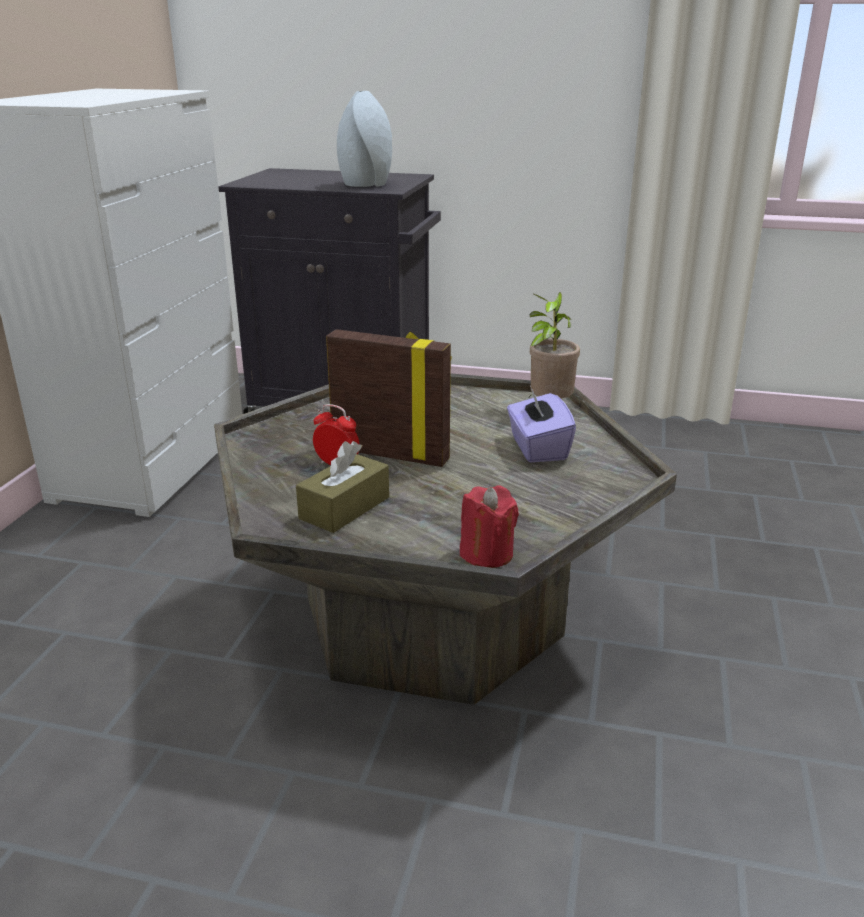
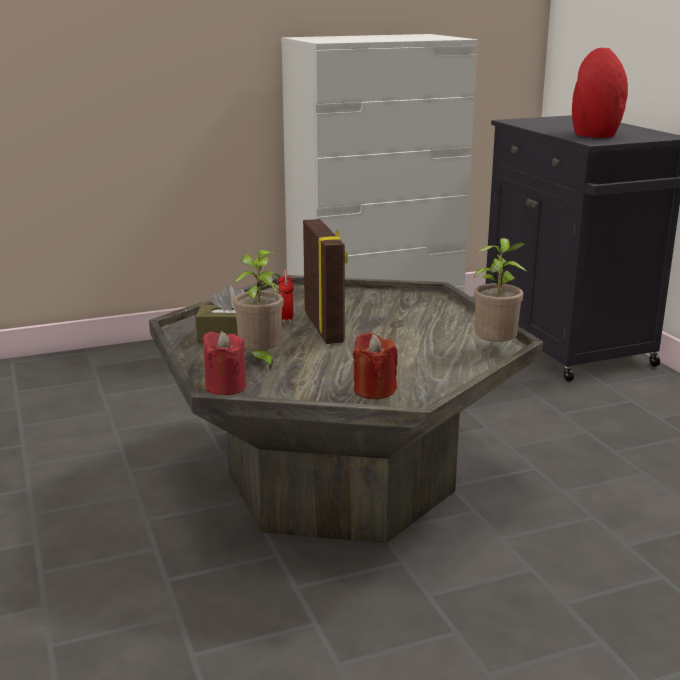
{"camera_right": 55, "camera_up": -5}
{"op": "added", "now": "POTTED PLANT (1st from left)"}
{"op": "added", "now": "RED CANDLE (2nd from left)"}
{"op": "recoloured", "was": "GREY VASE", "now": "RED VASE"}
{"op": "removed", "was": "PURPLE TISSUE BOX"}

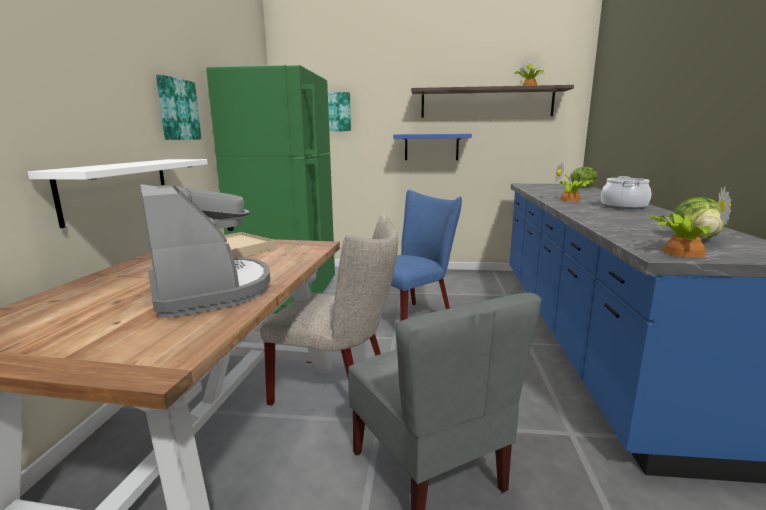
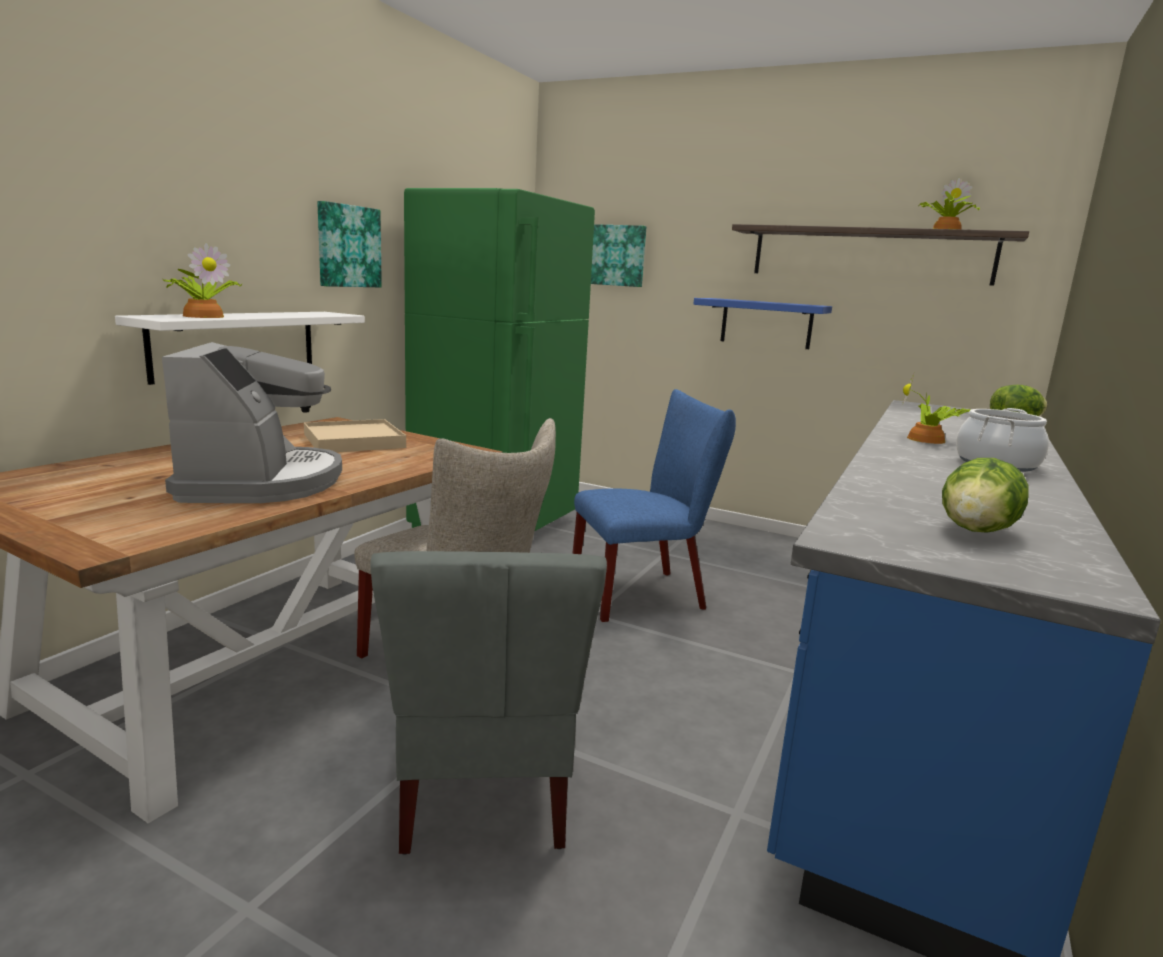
{"camera_right": 20, "camera_up": 0}
{"op": "moved", "was": "POTTED PLANT (3rd from left in the first image)", "now": "POTTED PLANT (1st from left)"}

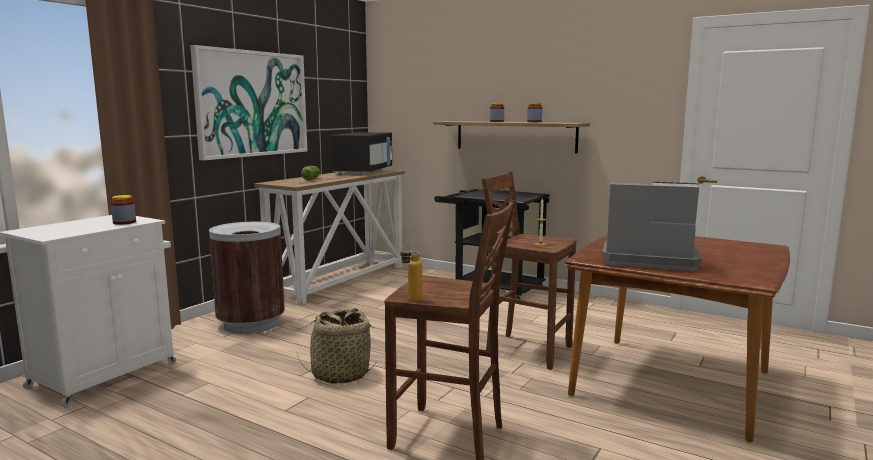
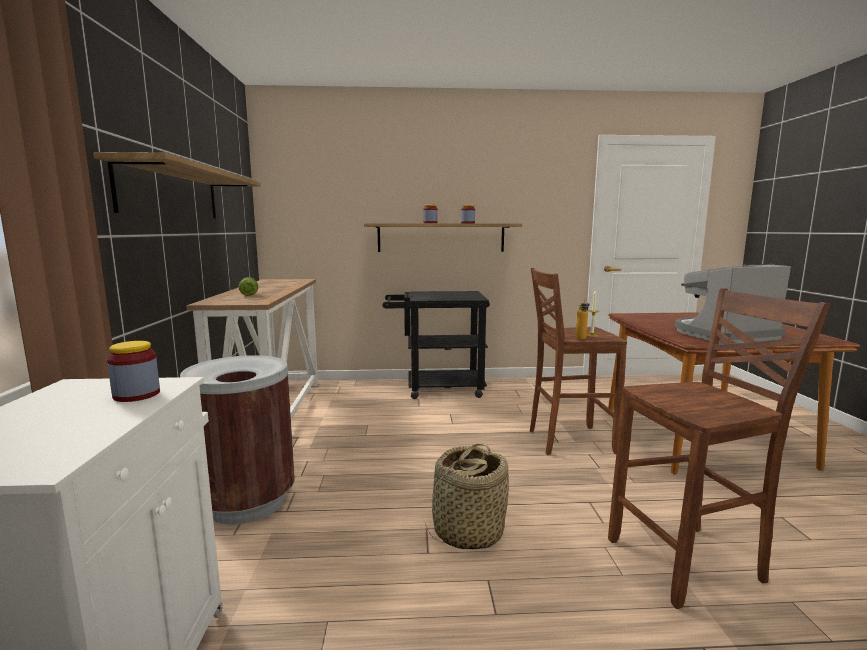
{"camera_right": -35, "camera_up": 0}
{"op": "replaced", "was": "PICTURE", "now": "SHELF (1st from left)"}
{"op": "moved", "was": "BOTTLE"}
{"op": "removed", "was": "BLACK MICROWAVE"}

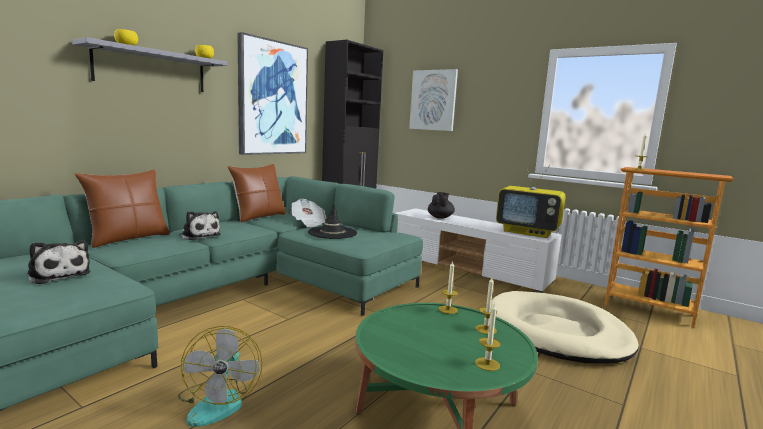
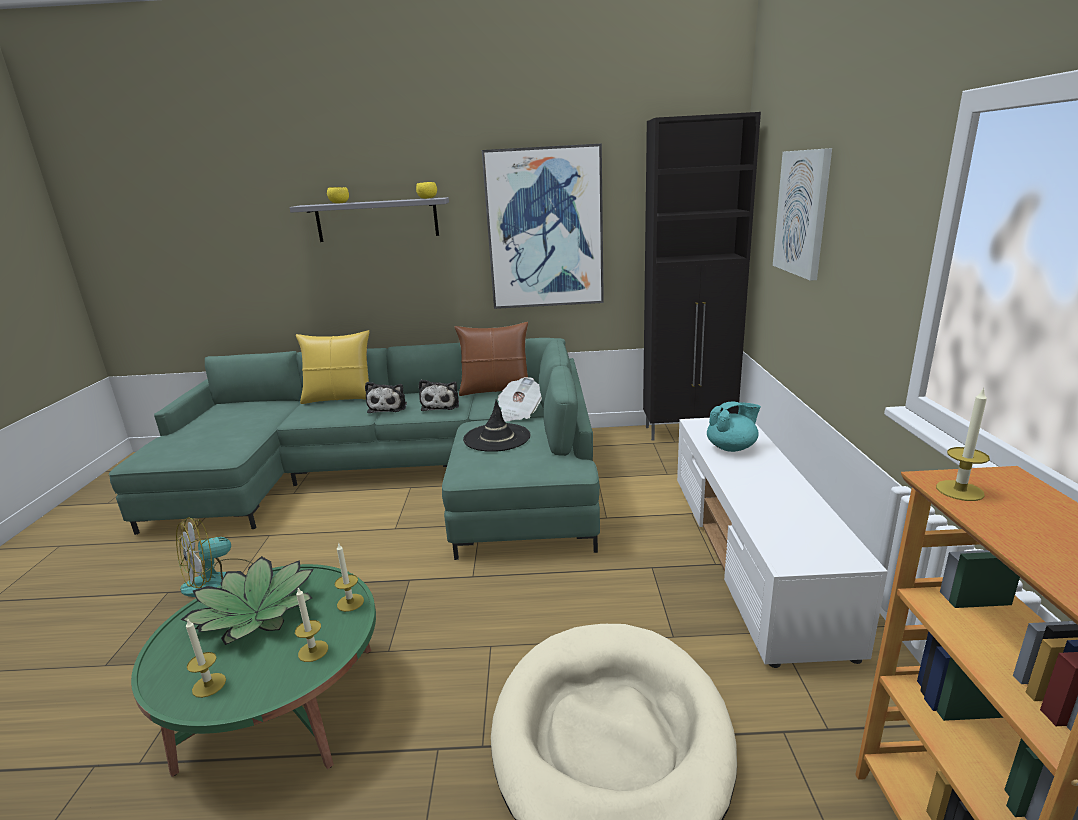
{"camera_right": 55, "camera_up": 10}
{"op": "added", "now": "POTTED PLANT"}
{"op": "recoloured", "was": "BROWN PILLOW (1st from left)", "now": "YELLOW PILLOW"}
{"op": "moved", "was": "PLUSH TOY (1st from left in the first image)", "now": "PLUSH TOY (2nd from left)"}
{"op": "recoloured", "was": "BLACK TEAPOT", "now": "TURQUOISE TEAPOT"}
{"op": "removed", "was": "TELEVISION"}

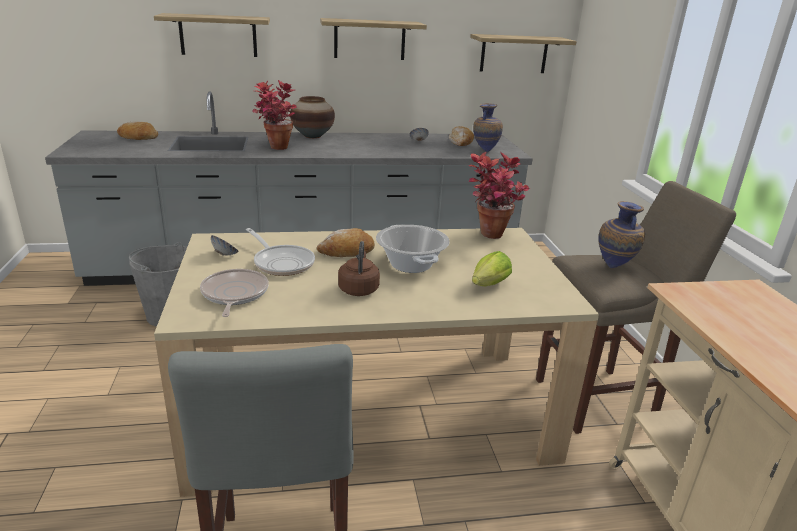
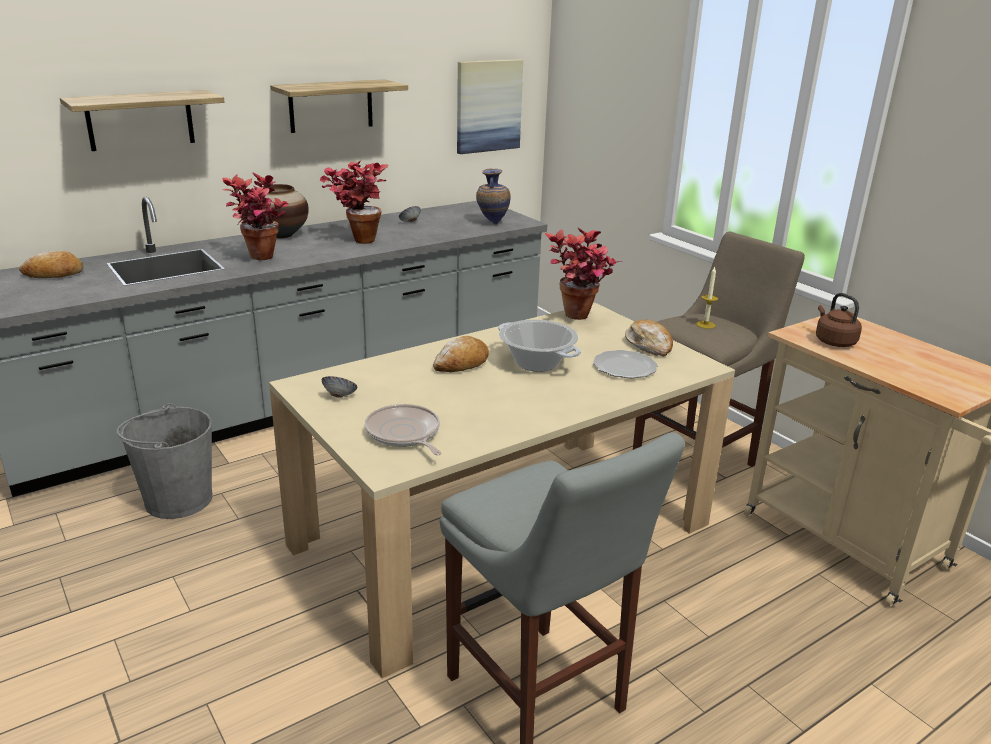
{"camera_right": -25, "camera_up": 0}
{"op": "added", "now": "POTTED PLANT (2nd from left)"}
{"op": "replaced", "was": "SHELF (3rd from left)", "now": "PICTURE"}
{"op": "replaced", "was": "LETTUCE", "now": "PLATE"}
{"op": "moved", "was": "BREAD (3rd from left)"}
{"op": "replaced", "was": "VASE (3rd from left)", "now": "CANDLE"}
{"op": "moved", "was": "BROWN KETTLE"}
{"op": "removed", "was": "FRYING PAN (2nd from left)"}

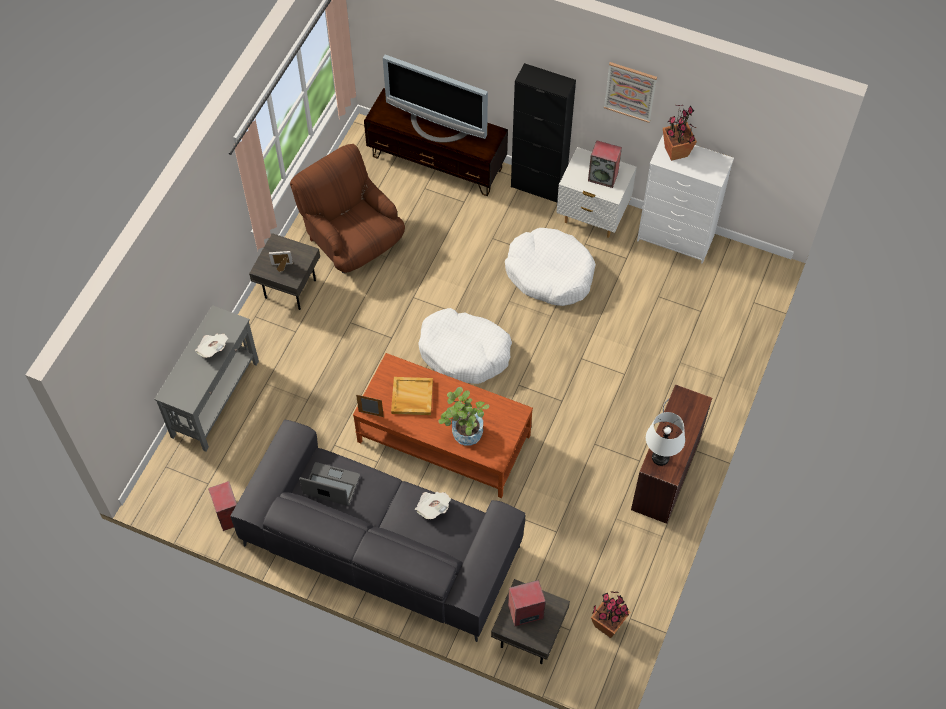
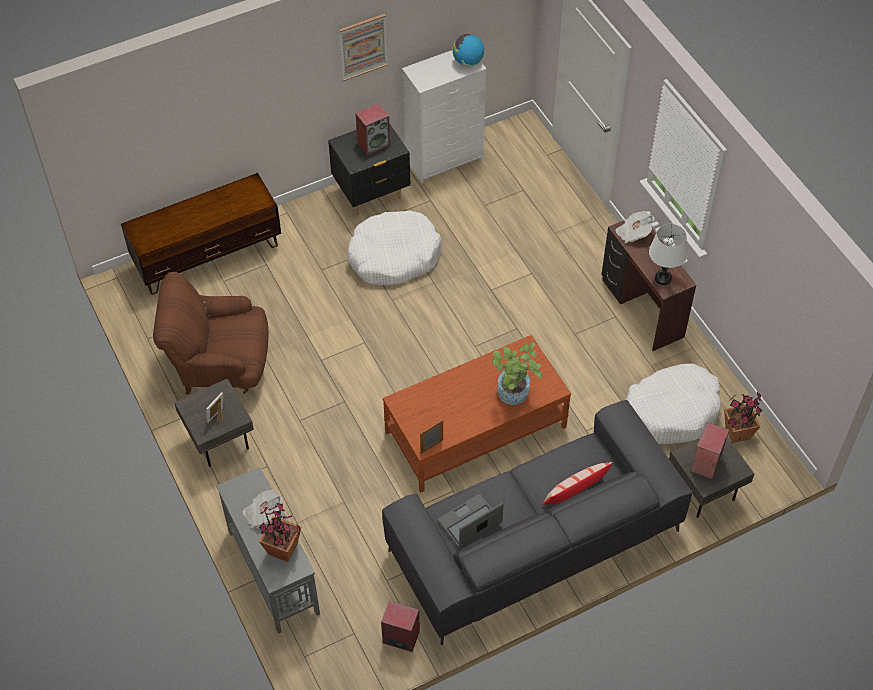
{"camera_right": -50, "camera_up": -5}
{"op": "moved", "was": "POTTED PLANT (3rd from left in the first image)", "now": "POTTED PLANT (1st from left)"}
{"op": "recoloured", "was": "WHITE NIGHTSTAND", "now": "BLACK NIGHTSTAND"}
{"op": "added", "now": "GLOBE"}
{"op": "added", "now": "PILLOW"}
{"op": "moved", "was": "NEWSPAPER (2nd from left)"}
{"op": "moved", "was": "WHITE DOG BED (1st from left in the first image)", "now": "WHITE DOG BED (2nd from left)"}
{"op": "removed", "was": "TELEVISION"}
{"op": "removed", "was": "BEIGE TRAY"}
{"op": "removed", "was": "BLACK CABINET"}

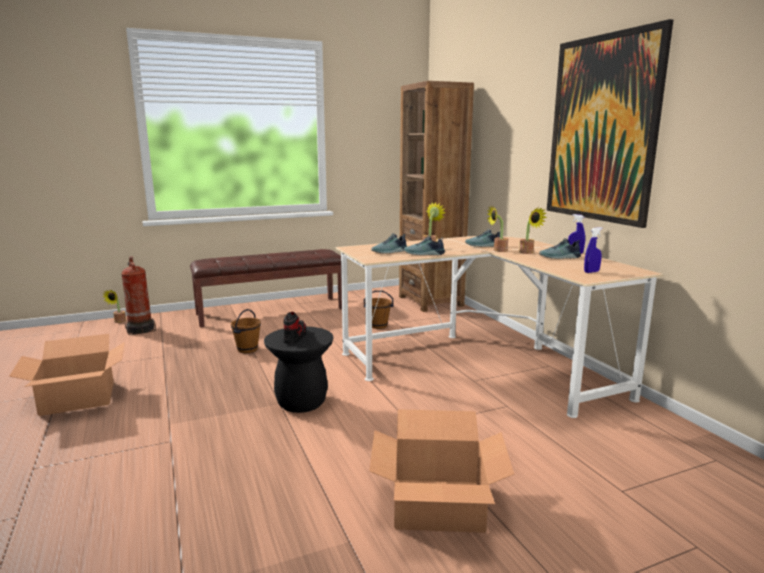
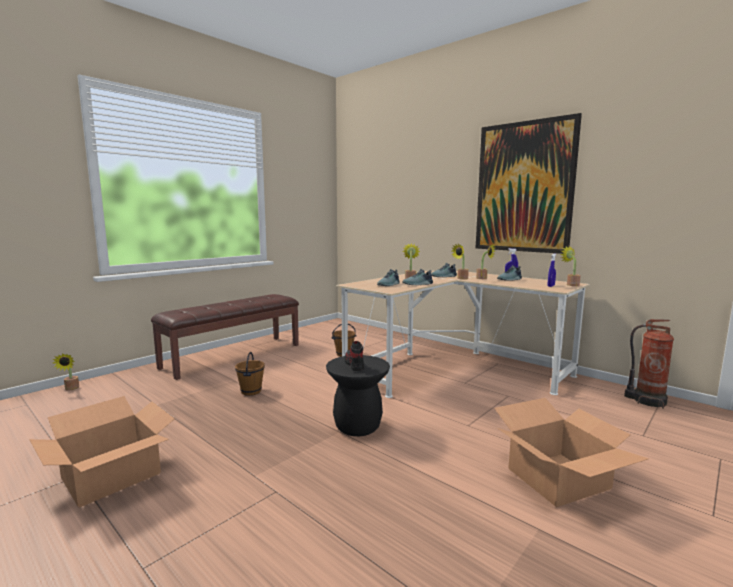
{"camera_right": -25, "camera_up": -5}
{"op": "added", "now": "POTTED PLANT (5th from left)"}
{"op": "moved", "was": "FIRE EXTINGUISHER"}
{"op": "removed", "was": "BROWN BOOKCASE"}

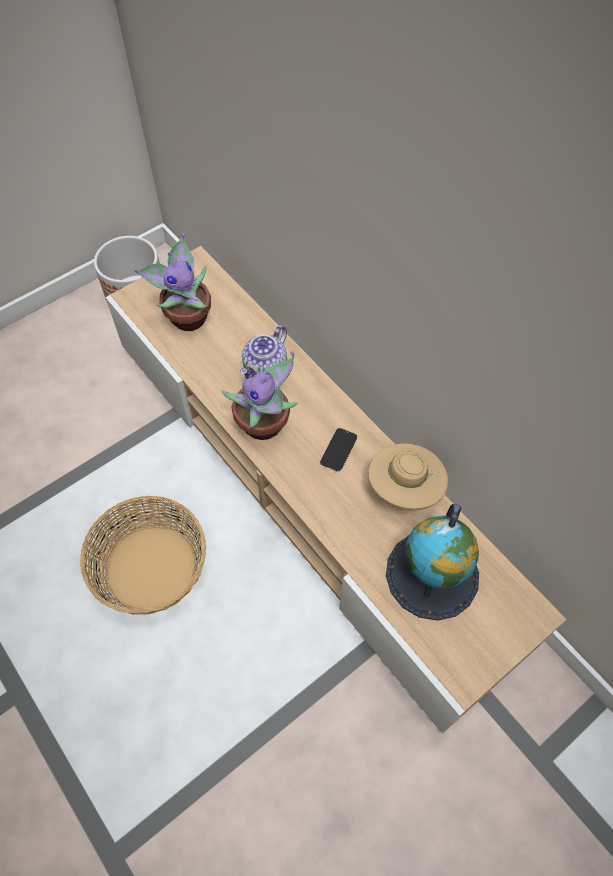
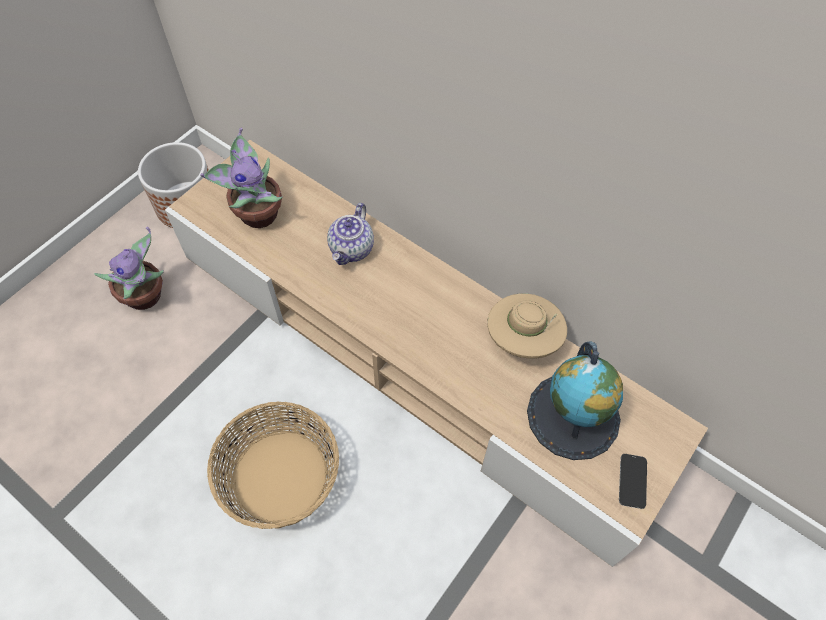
{"camera_right": -15, "camera_up": 0}
{"op": "moved", "was": "POTTED PLANT (2nd from left in the first image)", "now": "POTTED PLANT (1st from left)"}
{"op": "moved", "was": "PHONE"}

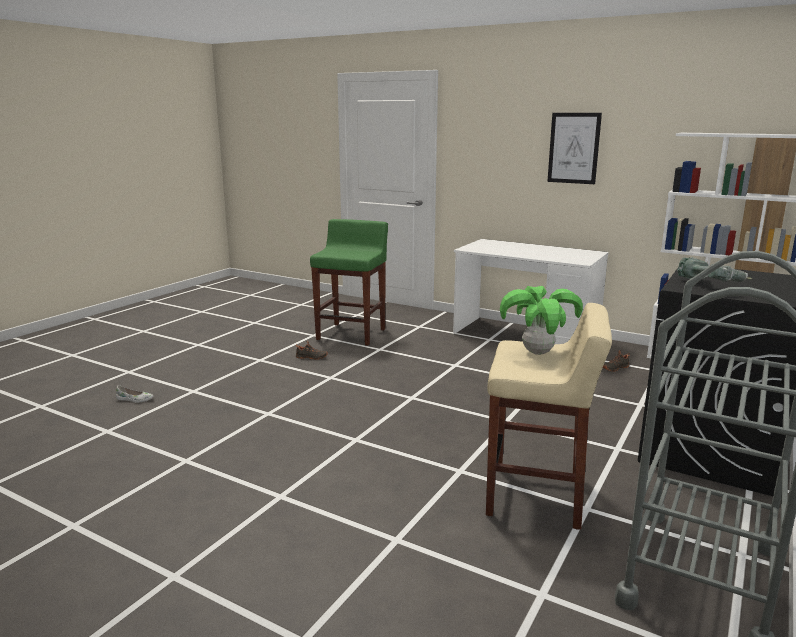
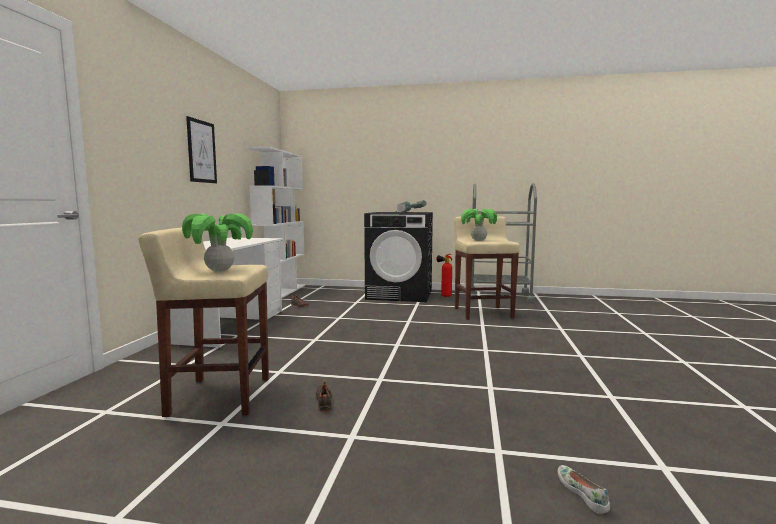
{"camera_right": -110, "camera_up": -10}
{"op": "recoloured", "was": "GREEN STOOL", "now": "BEIGE STOOL (1st from left)"}
{"op": "added", "now": "POTTED PLANT (1st from left)"}
{"op": "added", "now": "FIRE EXTINGUISHER"}

